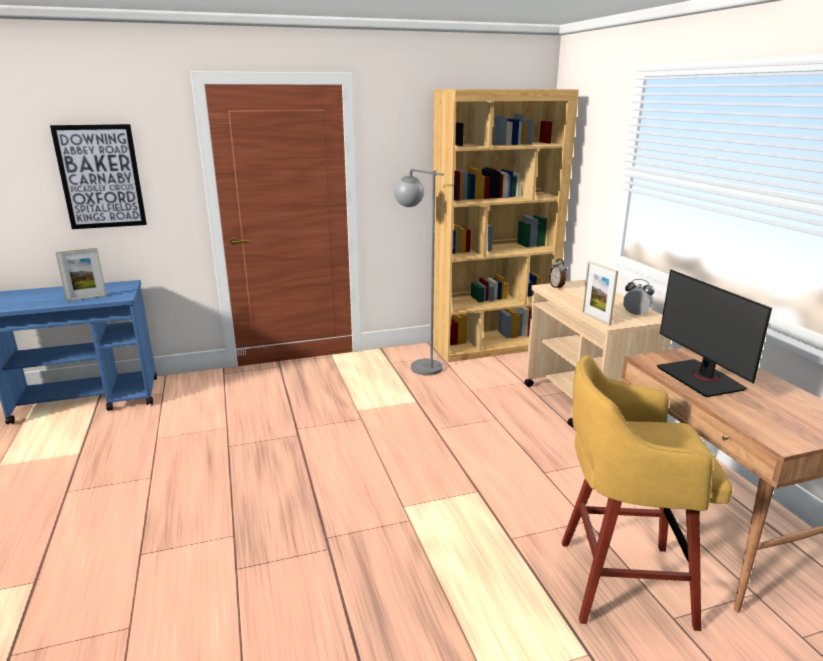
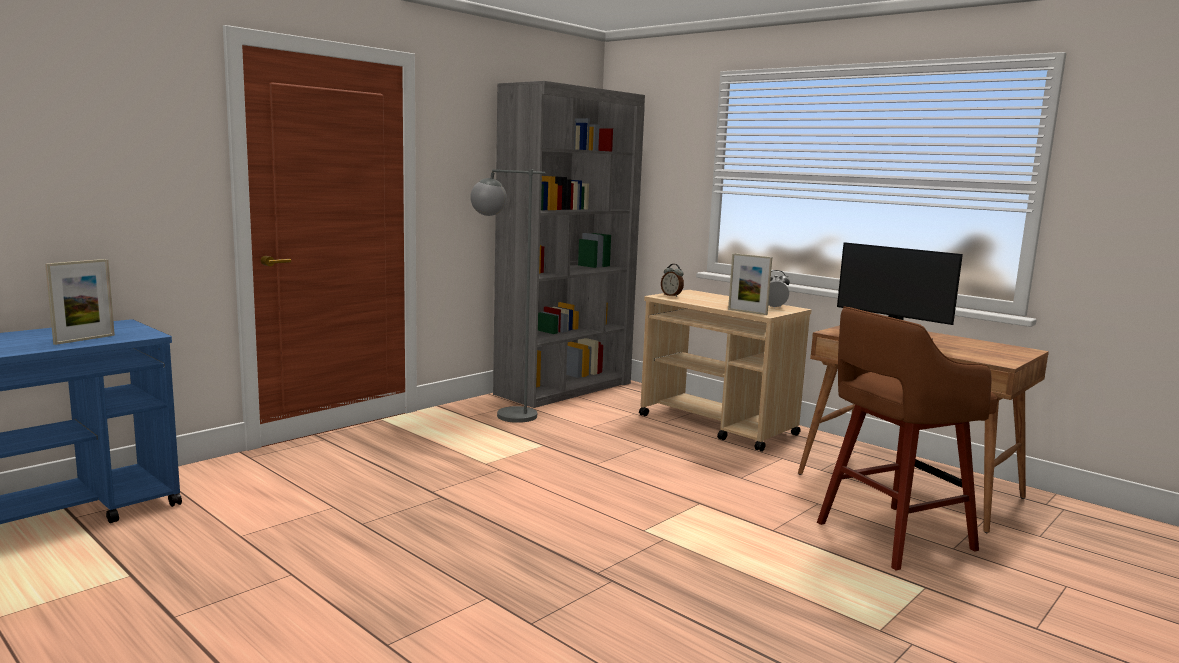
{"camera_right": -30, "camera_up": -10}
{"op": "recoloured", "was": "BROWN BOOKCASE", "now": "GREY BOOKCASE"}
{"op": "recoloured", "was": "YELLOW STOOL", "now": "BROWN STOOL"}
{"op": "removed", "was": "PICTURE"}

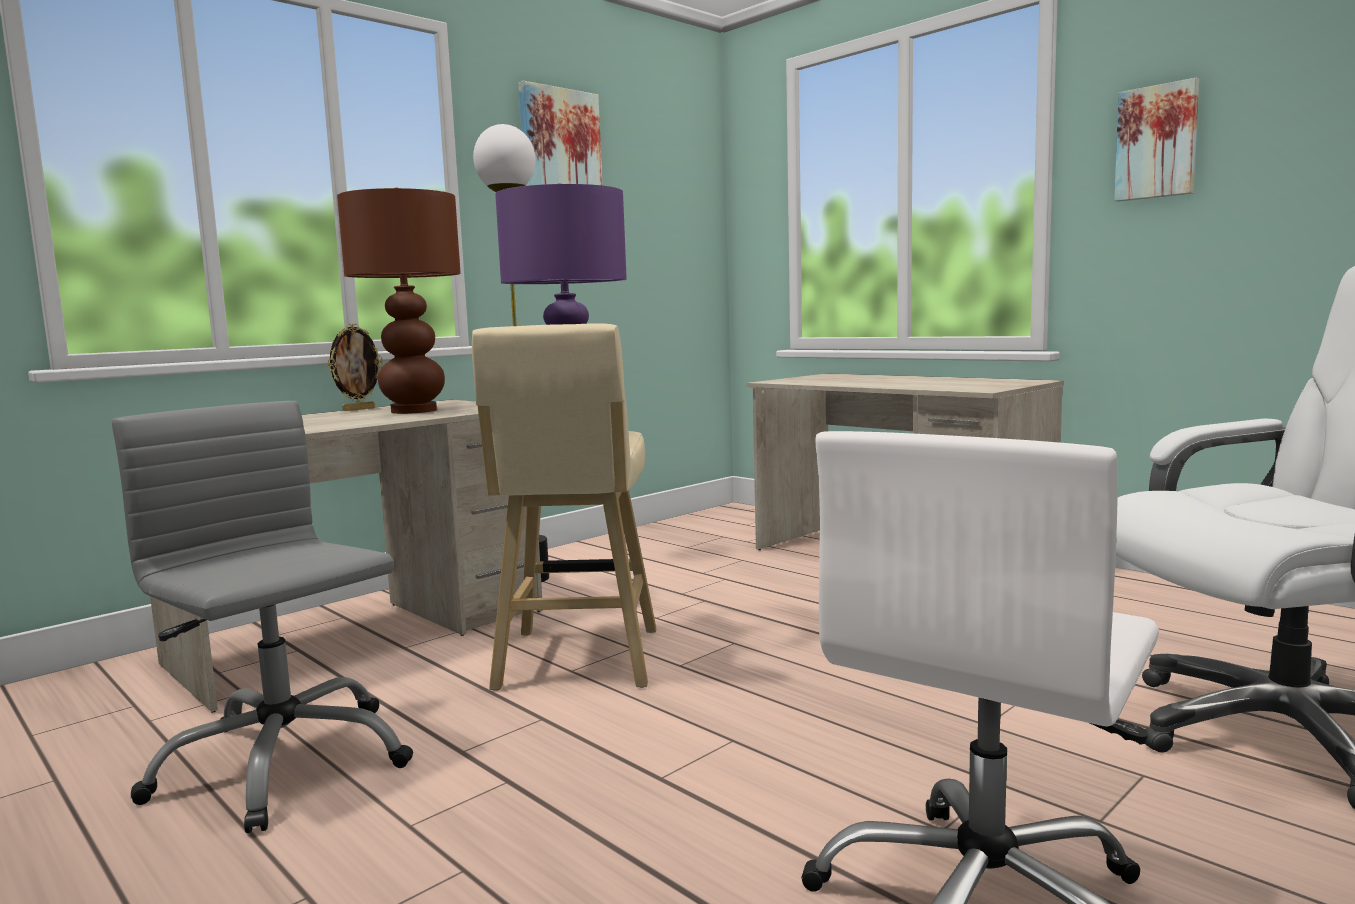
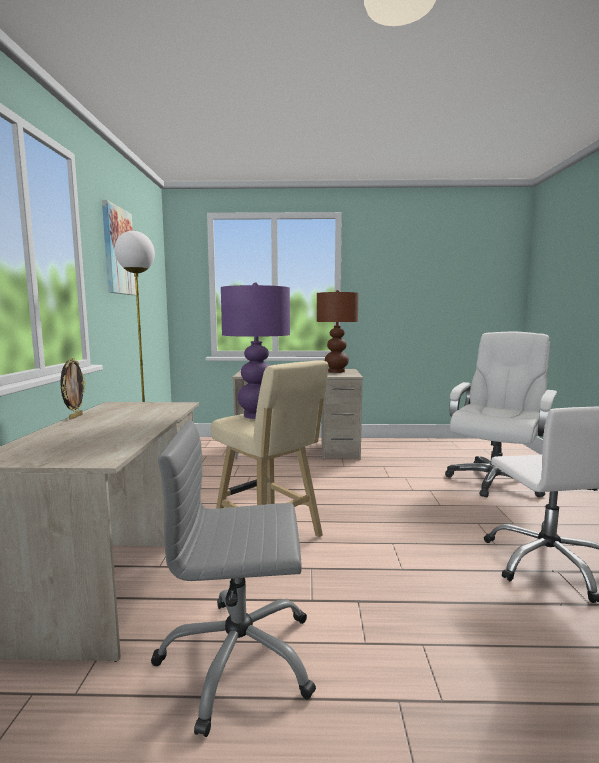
{"camera_right": -45, "camera_up": 0}
{"op": "moved", "was": "BROWN TABLE LAMP"}
{"op": "removed", "was": "PICTURE (2nd from left)"}

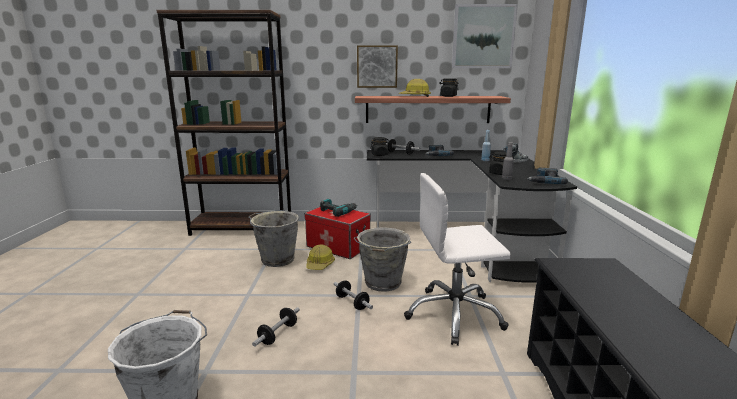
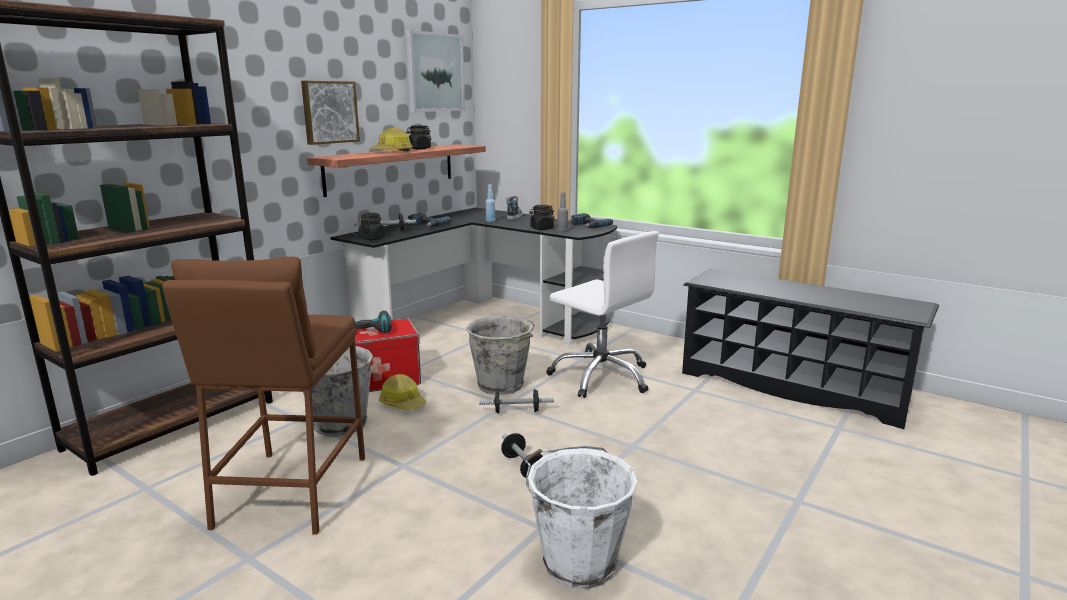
{"camera_right": -55, "camera_up": 0}
{"op": "added", "now": "BROWN STOOL"}
{"op": "turned", "was": "WHITE OFFICE CHAIR", "clockwise": -75}

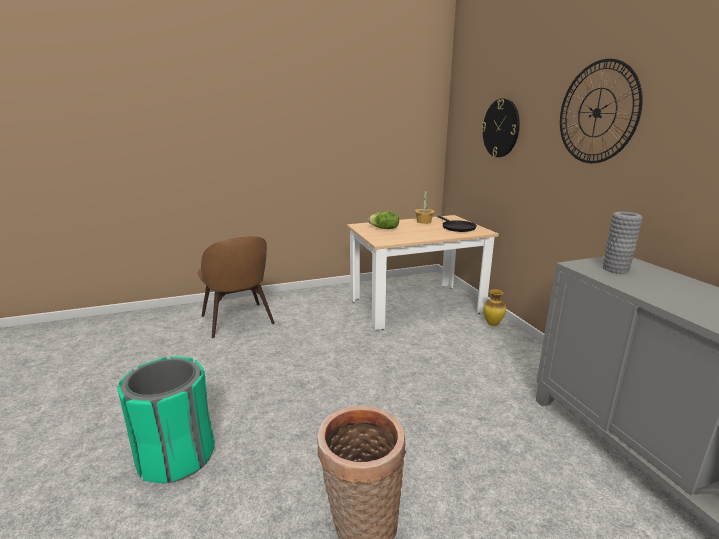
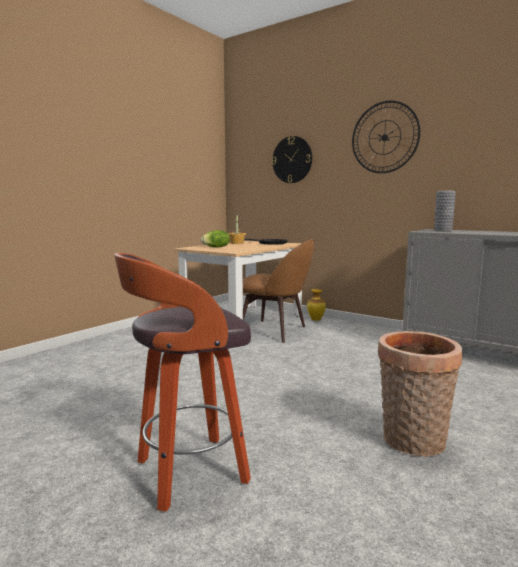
{"camera_right": -35, "camera_up": -10}
{"op": "replaced", "was": "GREEN TRASH CAN", "now": "STOOL"}
{"op": "moved", "was": "BROWN CHAIR"}

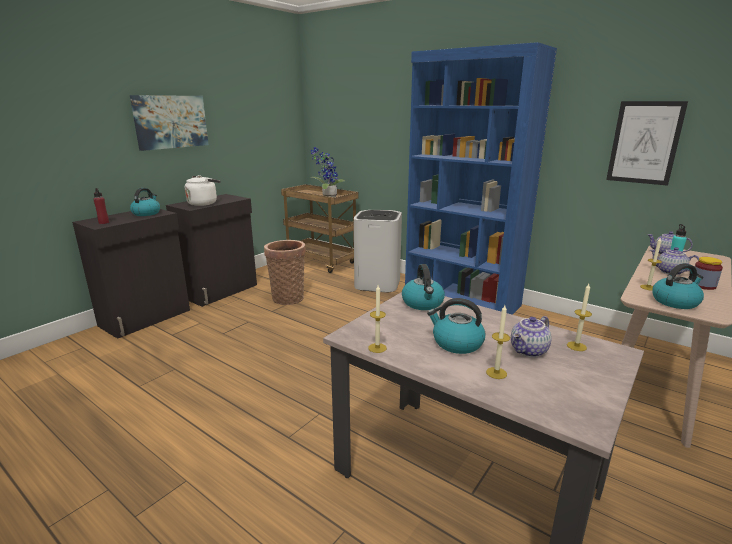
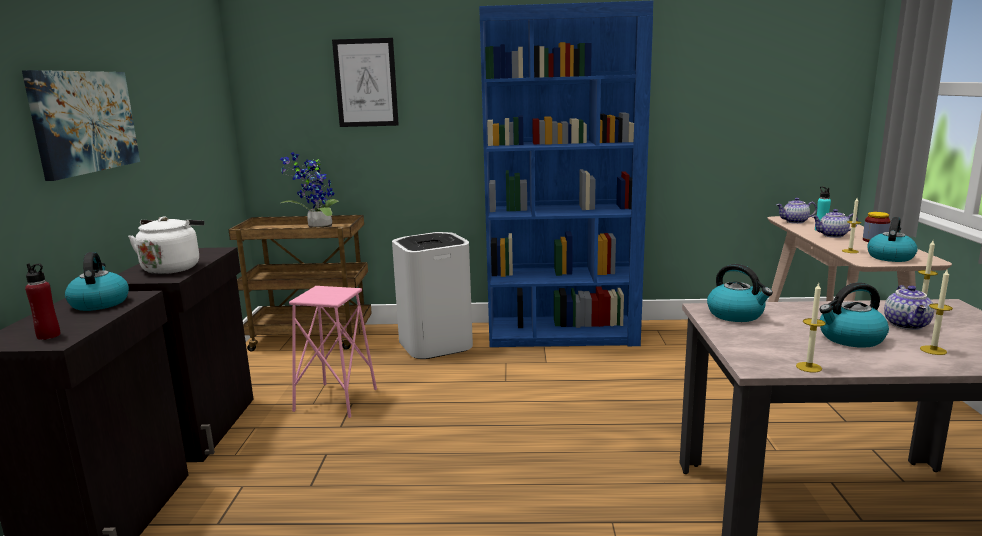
{"camera_right": -35, "camera_up": -5}
{"op": "replaced", "was": "BASKET", "now": "PINK STOOL"}
{"op": "moved", "was": "PICTURE (2nd from left)"}

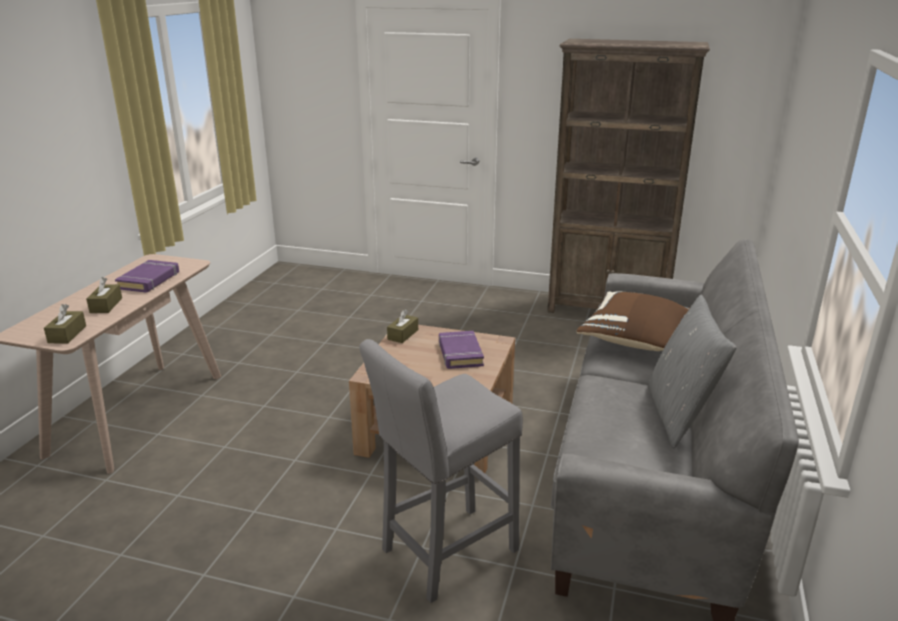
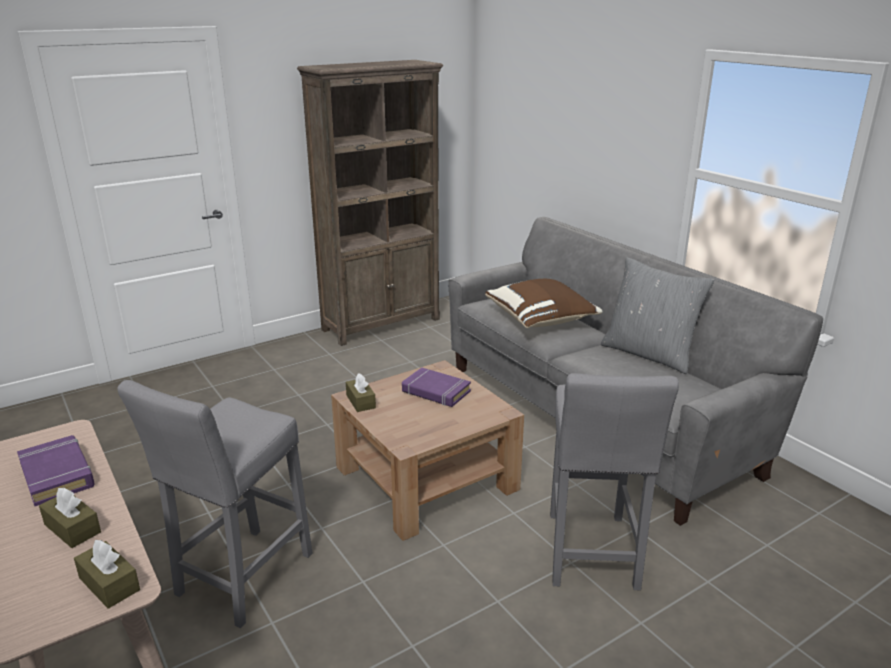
{"camera_right": -50, "camera_up": 0}
{"op": "added", "now": "GREY STOOL (1st from left)"}

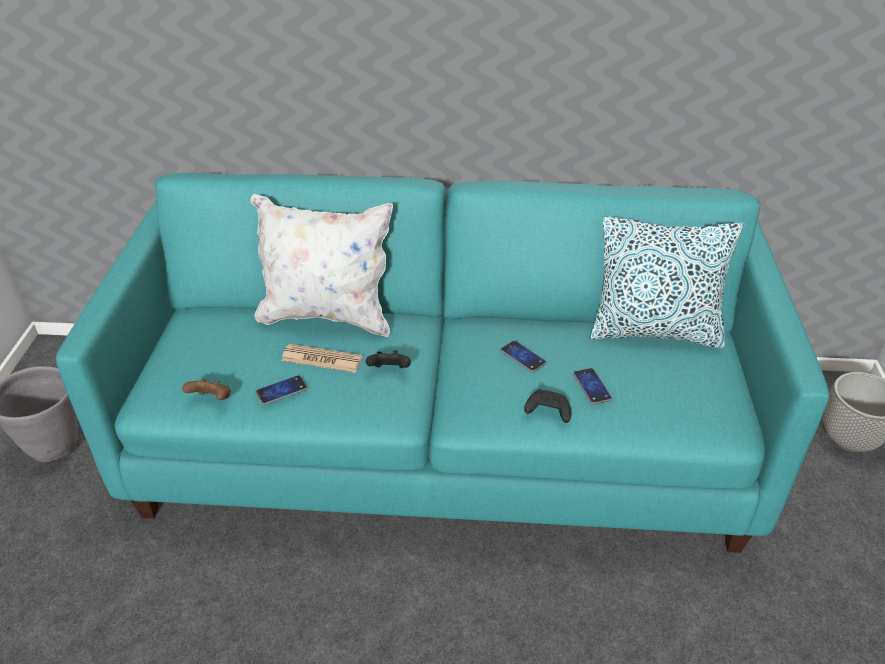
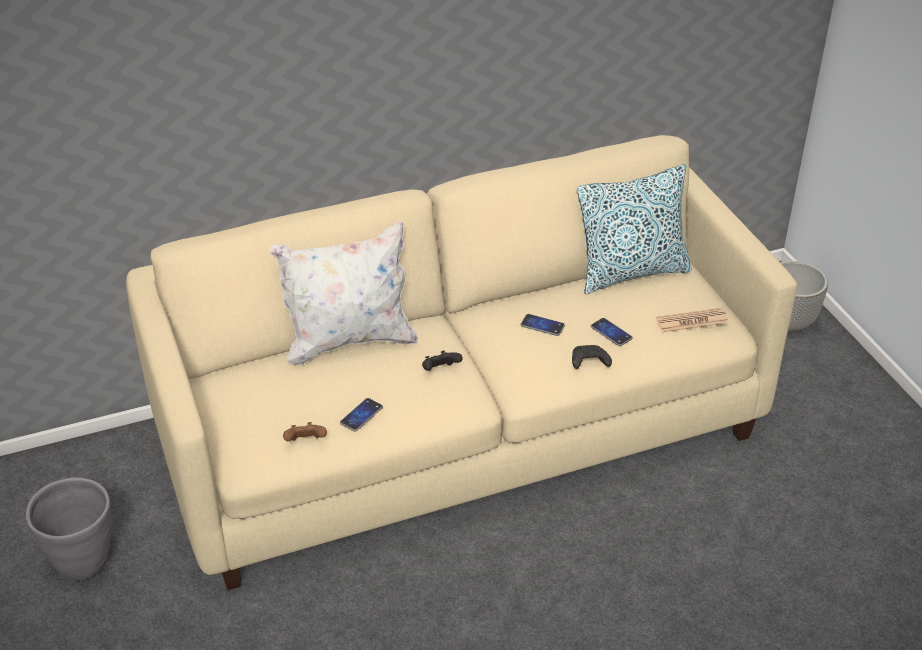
{"camera_right": -25, "camera_up": 0}
{"op": "recoloured", "was": "TURQUOISE SOFA", "now": "BEIGE SOFA"}
{"op": "moved", "was": "NEWSPAPER"}

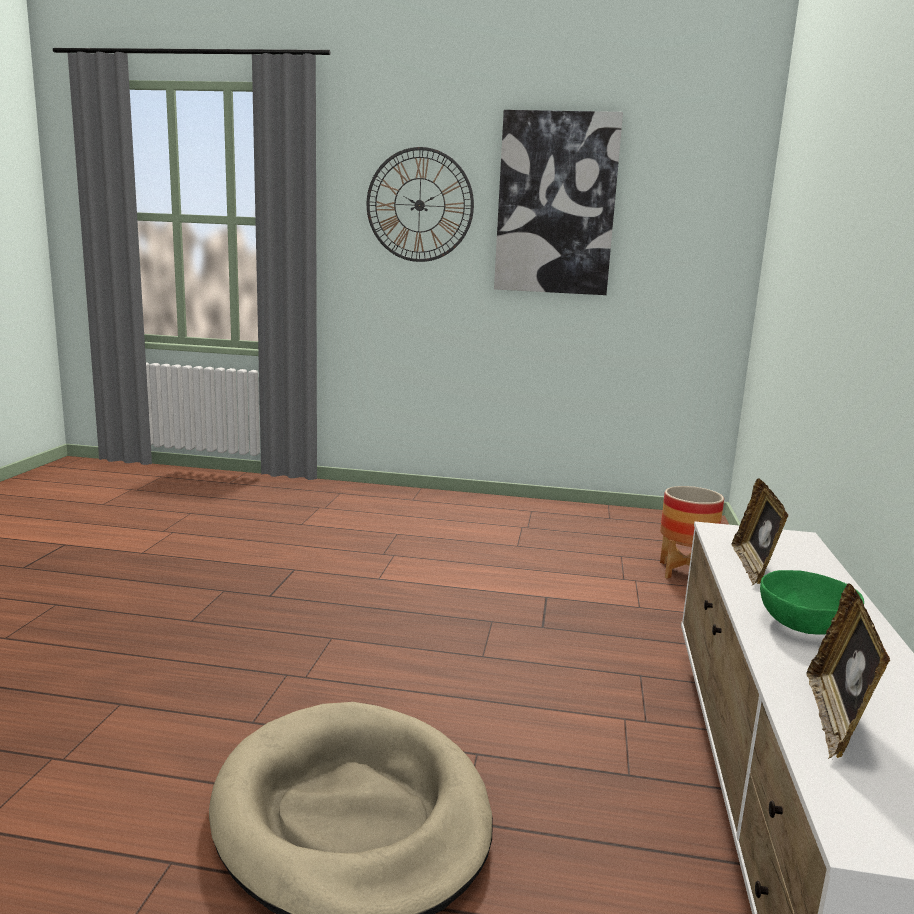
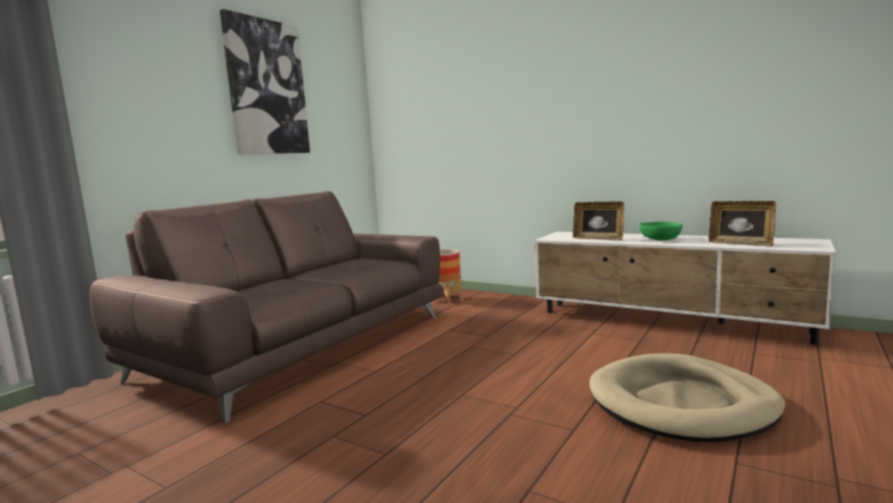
{"camera_right": -65, "camera_up": -5}
{"op": "added", "now": "BROWN SOFA"}
{"op": "removed", "was": "WALL CLOCK"}

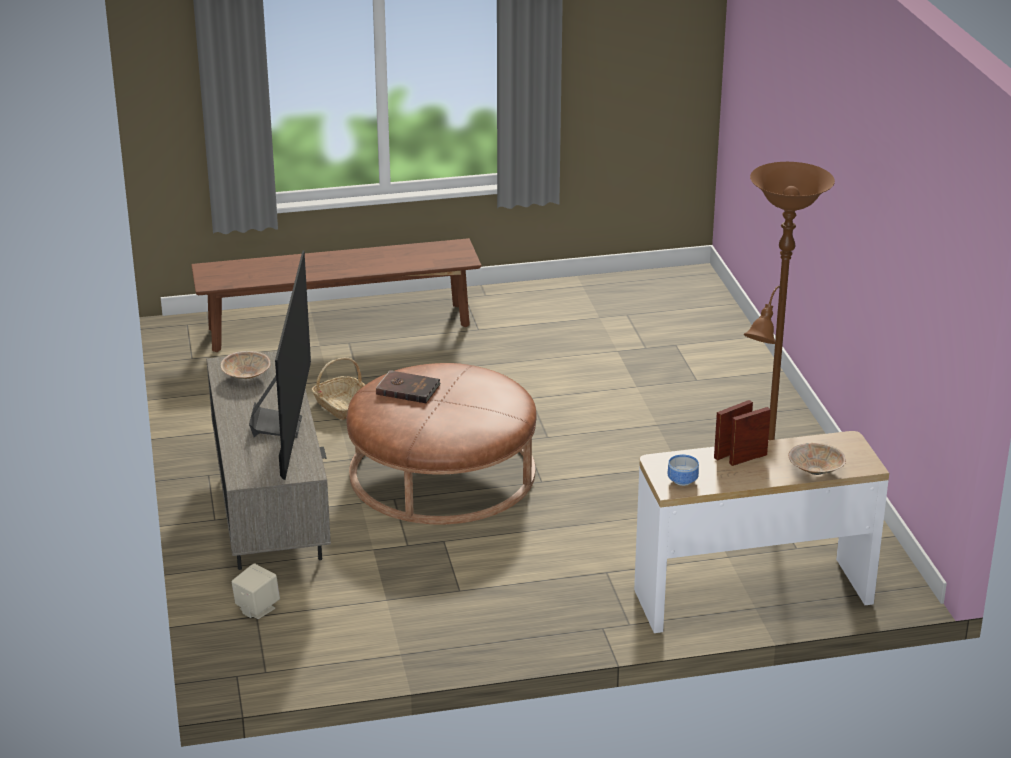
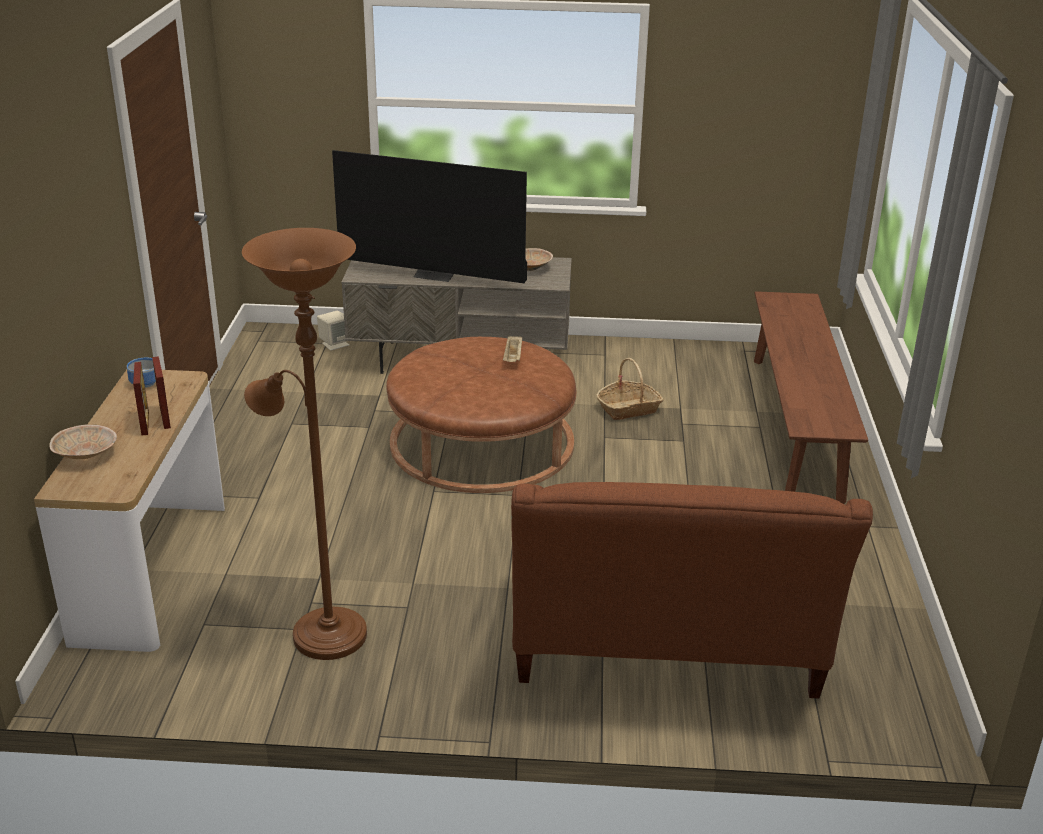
{"camera_right": 105, "camera_up": 0}
{"op": "replaced", "was": "BROWN BOOK", "now": "BEIGE TRAY"}
{"op": "added", "now": "BROWN SOFA"}

